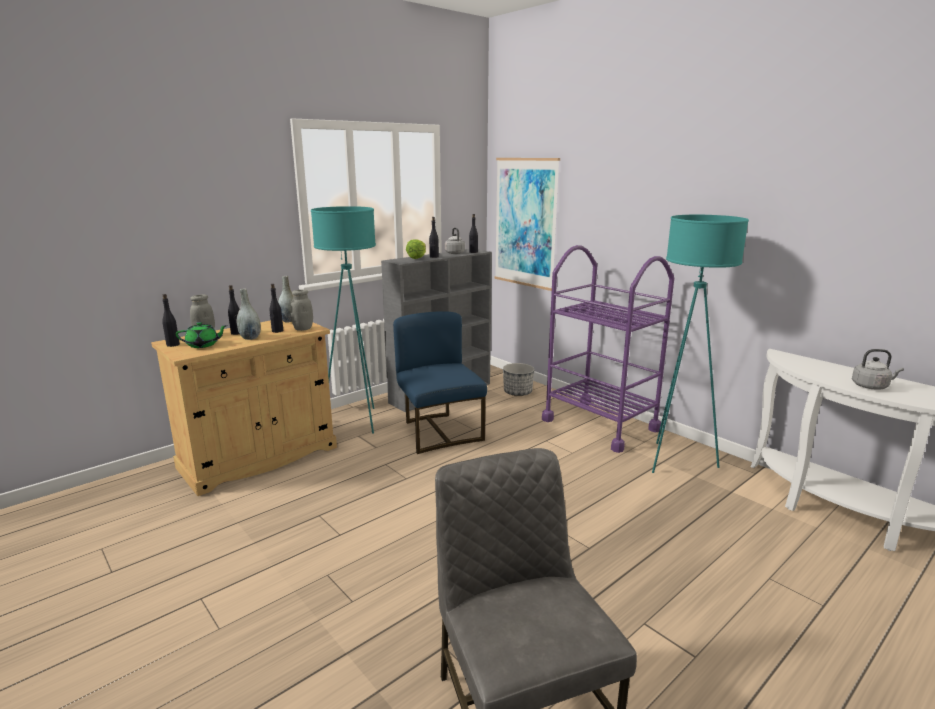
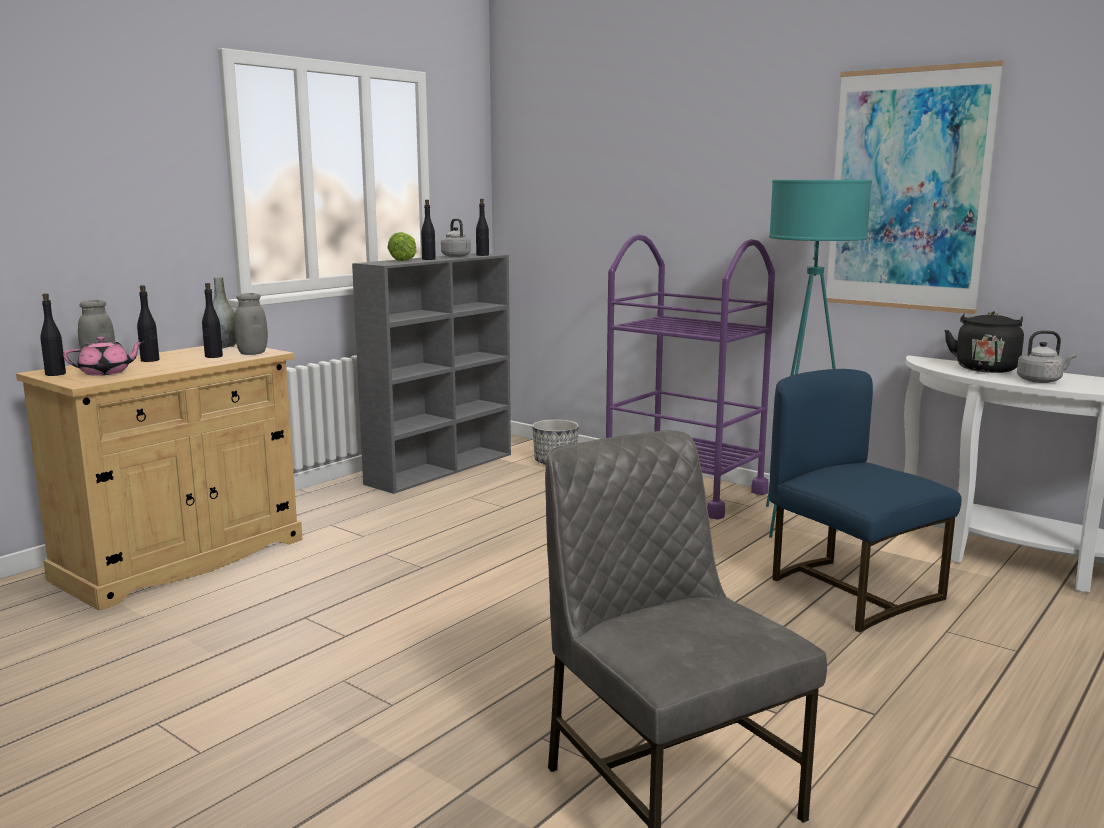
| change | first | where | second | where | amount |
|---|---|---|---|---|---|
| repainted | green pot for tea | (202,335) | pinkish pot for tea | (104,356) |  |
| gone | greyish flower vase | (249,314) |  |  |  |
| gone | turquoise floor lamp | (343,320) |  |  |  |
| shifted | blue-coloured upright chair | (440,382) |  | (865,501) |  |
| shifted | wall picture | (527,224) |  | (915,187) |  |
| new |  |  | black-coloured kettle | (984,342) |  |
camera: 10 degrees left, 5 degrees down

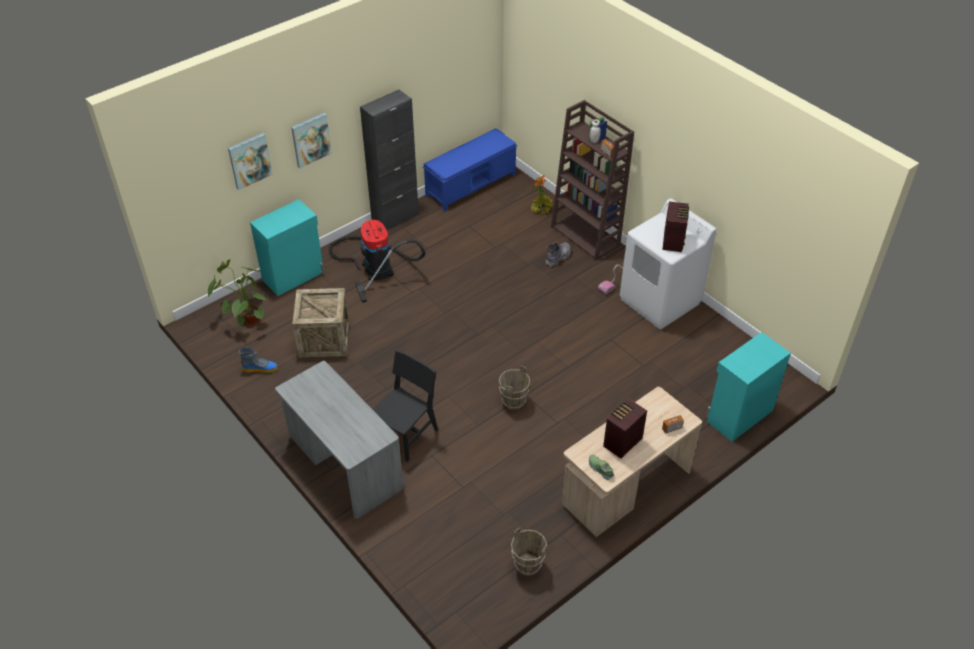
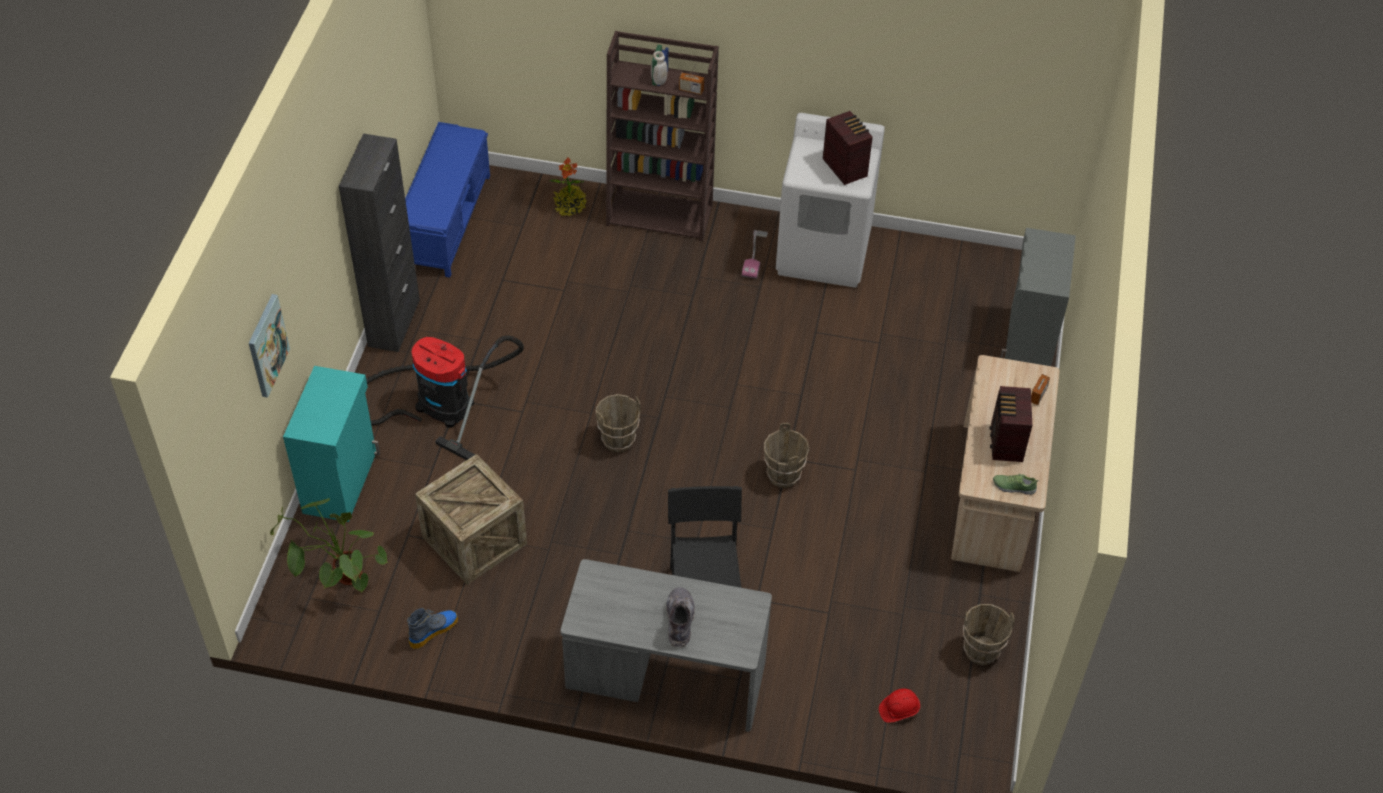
| change | first | where | second | where | amount |
|---|---|---|---|---|---|
| gone | wall picture | (311,140) |  |  |  |
| shifted | greyish boot | (558,254) |  | (680,617) |  |
| repainted | turquoise cupboard | (748,387) | greyish cupboard | (1038,297) |  |
| new |  |  | brown-coloured water bucket | (617,423) |  |
| new |  |  | red-coloured work helmet | (899,706) |  |
camera: 40 degrees left, 5 degrees up

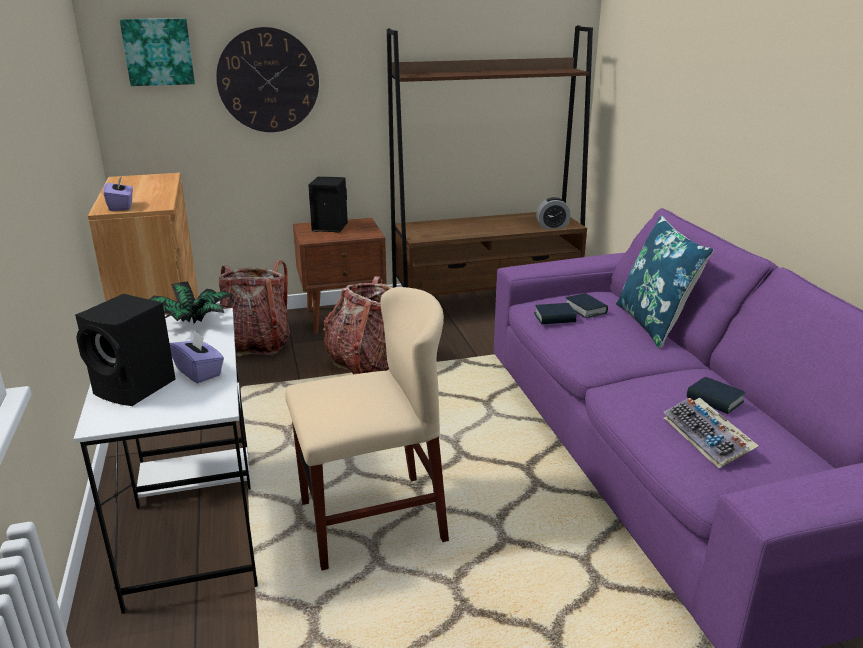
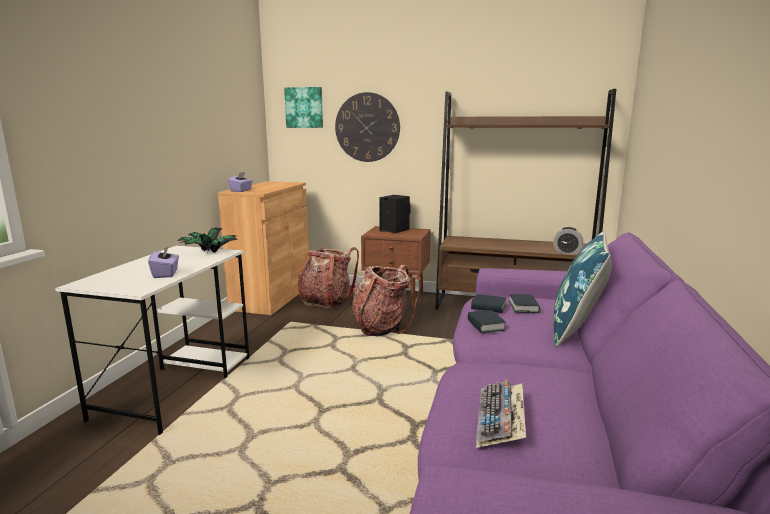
| change | first | where | second | where | amount |
|---|---|---|---|---|---|
| gone | black-coloured audio speaker | (125,350) |  |  |  |
| gone | beige upright chair | (367,428) |  |  |  |
| shifted | volume | (716,395) |  | (486,321) |  |
camera: 30 degrees right, 10 degrees down

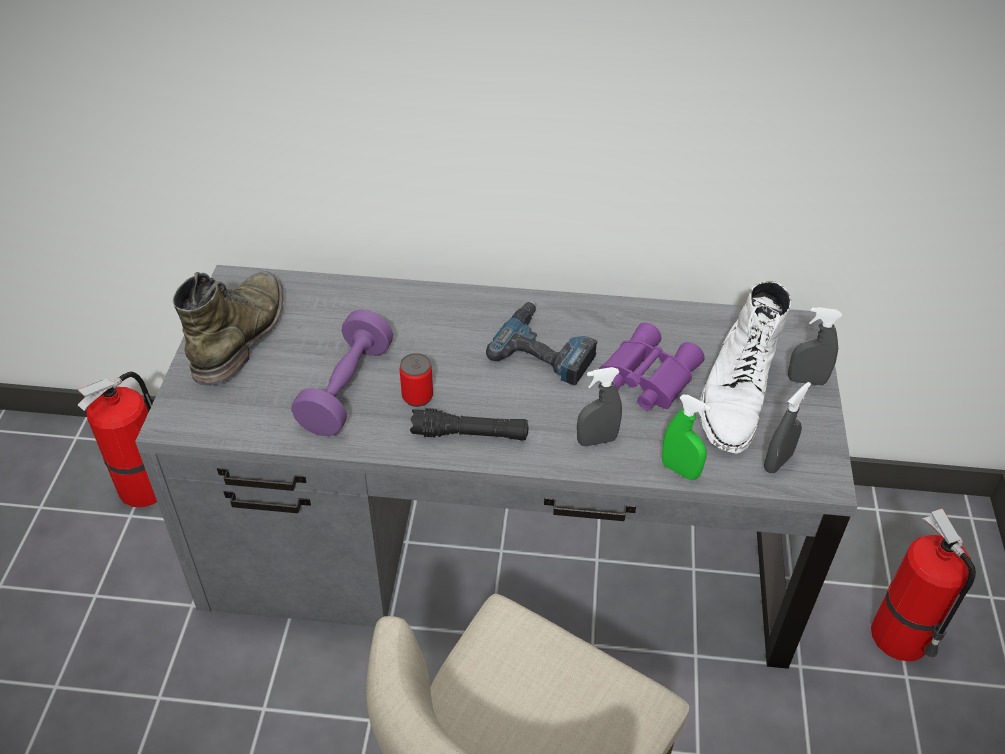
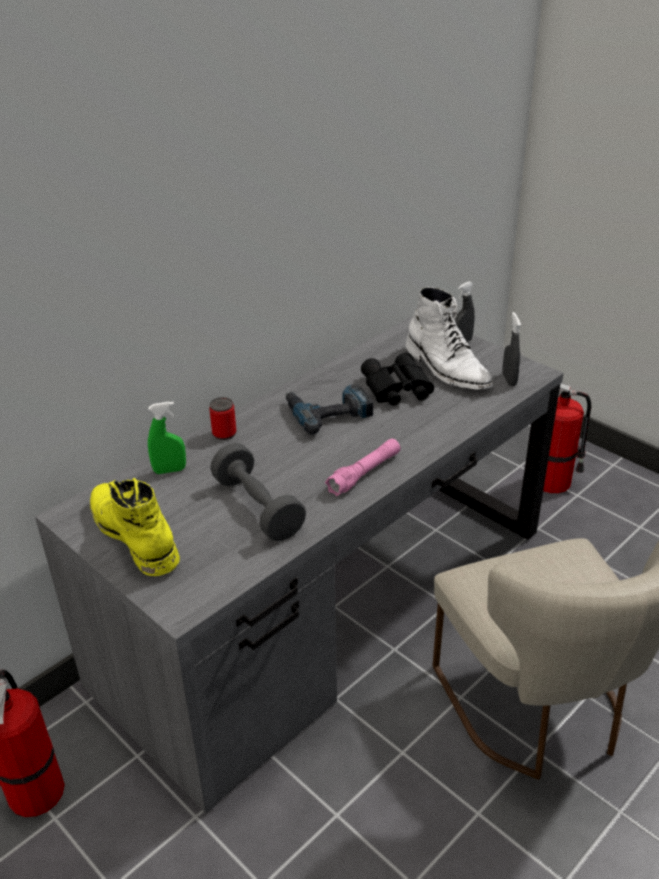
| change | first | where | second | where | amount |
|---|---|---|---|---|---|
| repainted | green boot | (228,329) | yellow boot | (135,527) |  |
| repainted | purple-coloured hand weight | (342,373) | greyish hand weight | (258,492) |  |
| shifted | can | (416,380) |  | (222,418) |  |
| repainted | black-coloured flashlight | (469,424) | pinkish flashlight | (362,467) |  |
| gone | greyish hand sprayer | (599,407) |  |  |  |
| repainted | purple-coloured pair of binoculars | (652,366) | black-coloured pair of binoculars | (397,379) |  |
| shifted | green hand sprayer | (687,437) |  | (167,438) |  |
camera: 50 degrees left, 10 degrees down

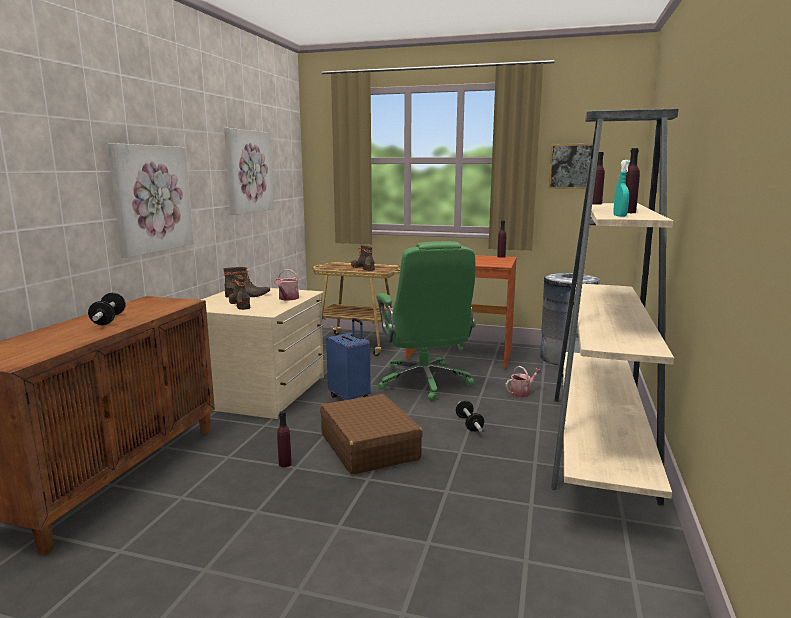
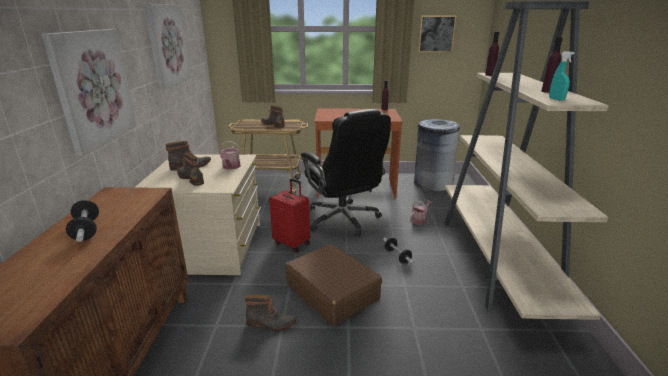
| change | first | where | second | where | amount |
|---|---|---|---|---|---|
| swapped | purple-coloured beverage bottle | (284,439) | boot | (270,312) |  |
| repainted | blue-coloured travel case | (348,359) | red-coloured travel case | (289,216) |  |
| repainted | green computer chair | (425,321) | black-coloured computer chair | (346,173) |  |
camera: 15 degrees left, 10 degrees up

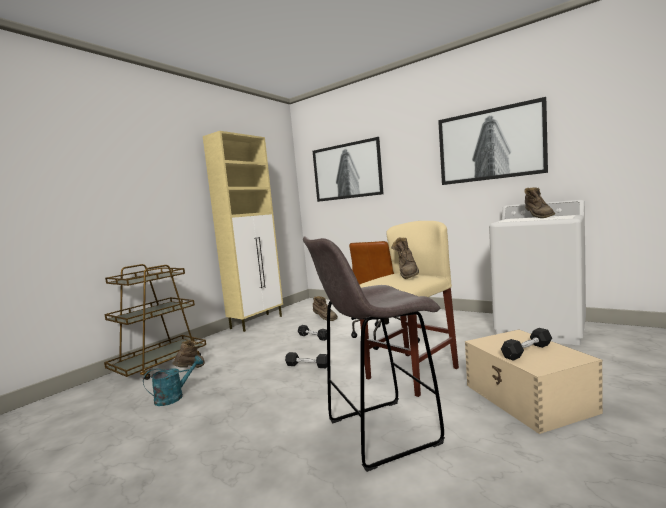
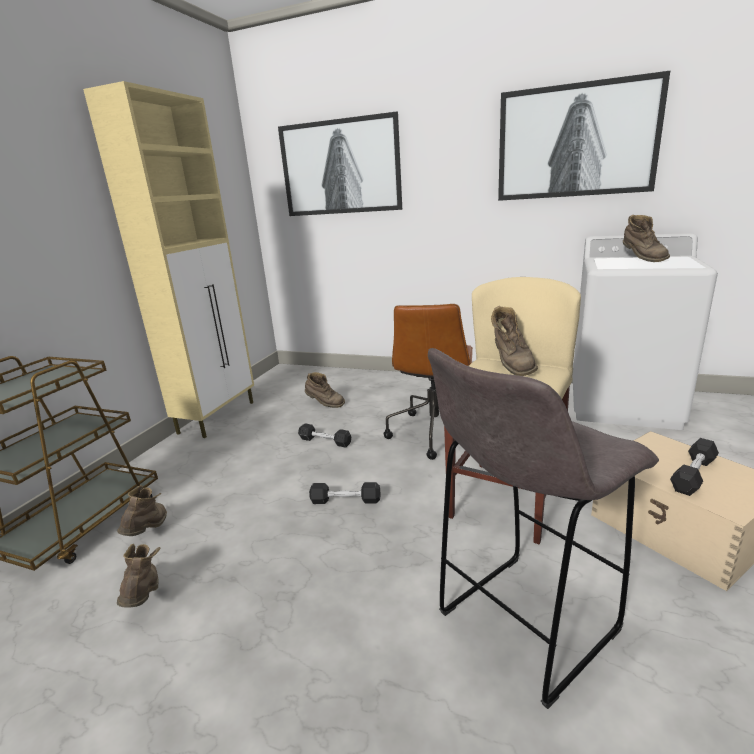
| change | first | where | second | where | amount |
|---|---|---|---|---|---|
| swapped | turquoise watering pot | (173,381) | brown-coloured boot | (138,575) |  |
camera: 15 degrees left, 15 degrees up

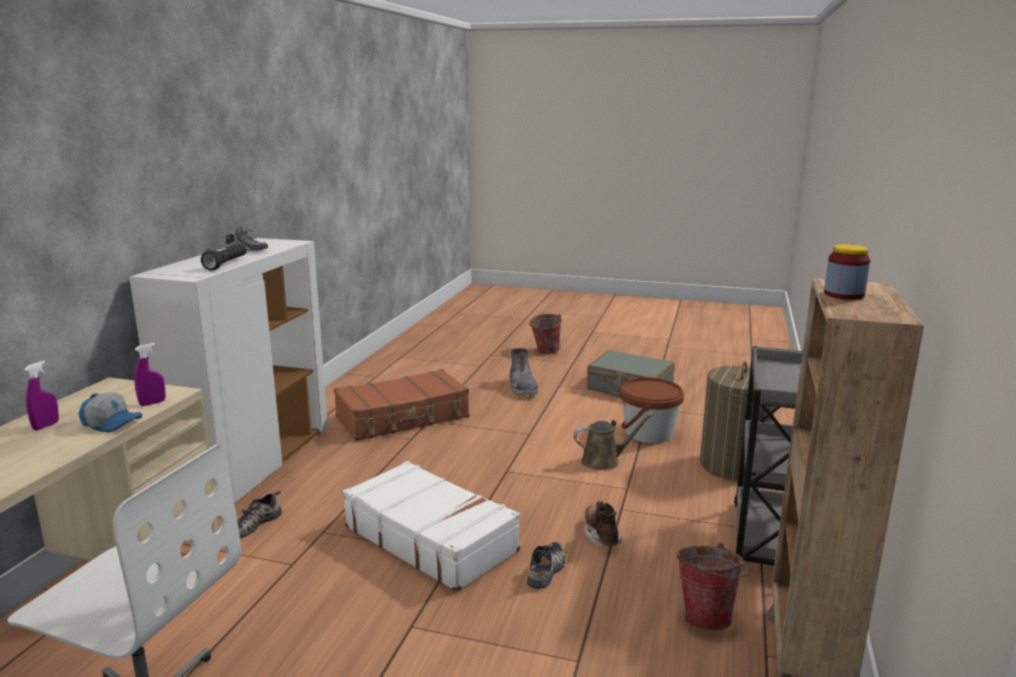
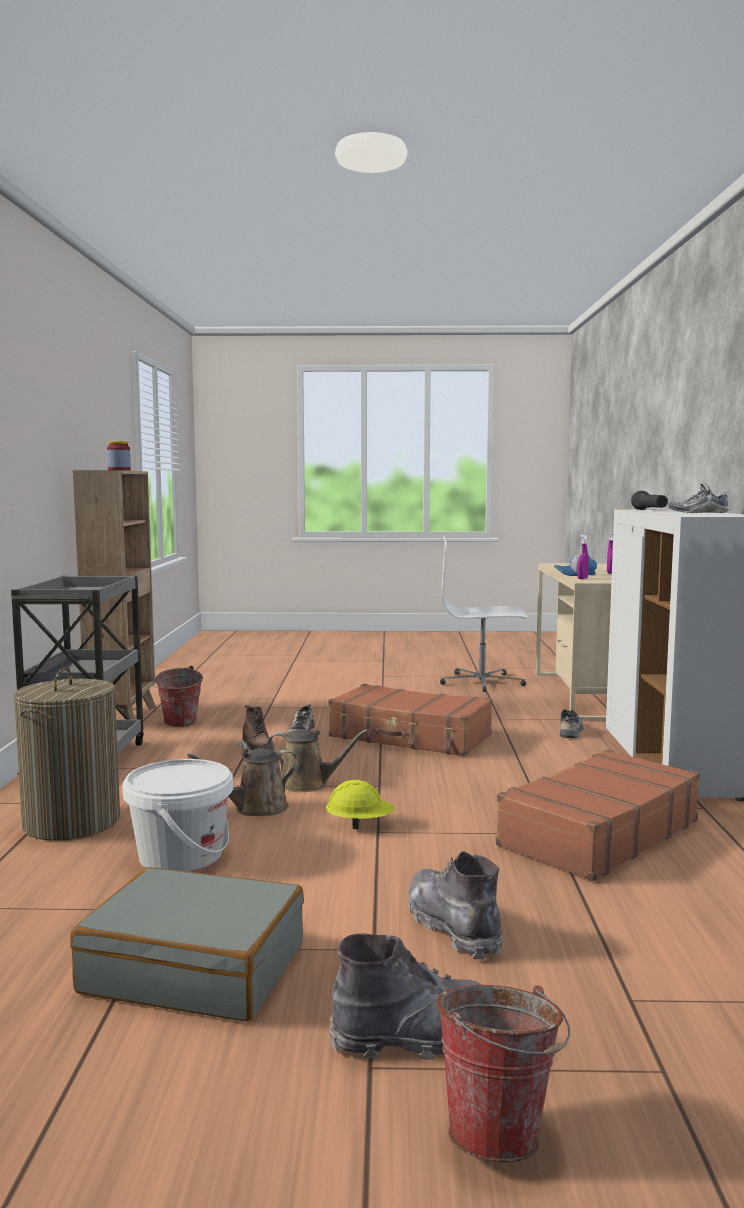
| change | first | where | second | where | amount |
|---|---|---|---|---|---|
| repainted | white-coloured travel case | (431,526) | brown-coloured travel case | (410,720) |  |
| repainted | brown-coloured water bucket | (652,410) | white-coloured water bucket | (177,815) |  |
| new |  |  | brown-coloured watering pot | (318,760) |  |
| new |  |  | yellow work helmet | (360,804) |  |
| new |  |  | greyish boot | (405,996) |  |
camera: 165 degrees right, 10 degrees down

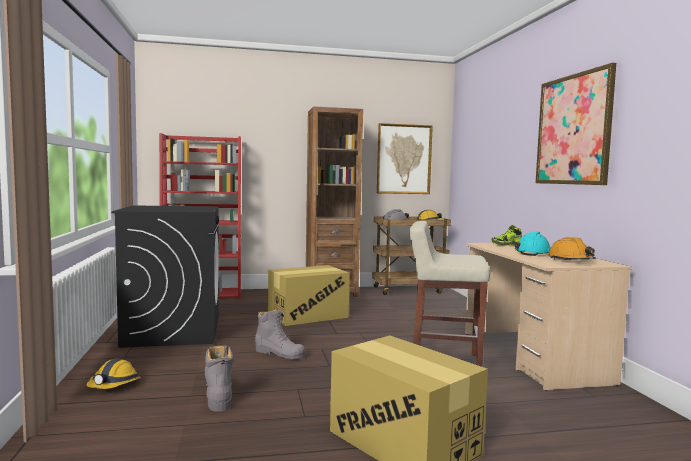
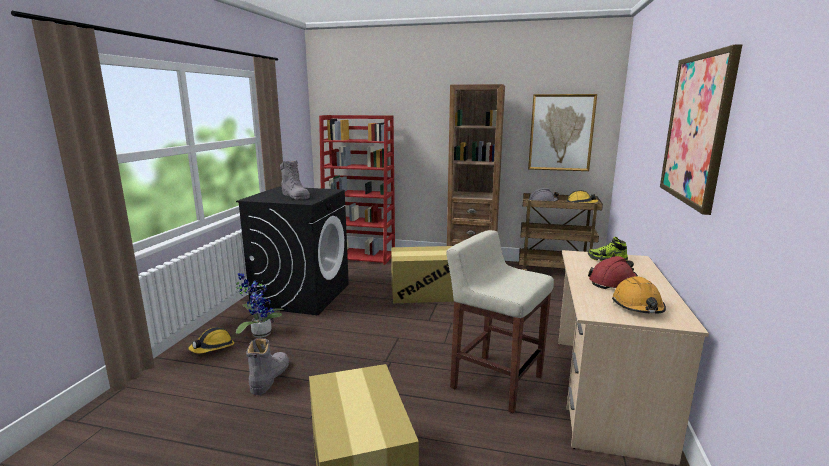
| change | first | where | second | where | amount |
|---|---|---|---|---|---|
| shifted | greyish boot | (280,334) |  | (295,180) |  |
| repainted | turquoise work helmet | (533,243) | red-coloured work helmet | (613,272) |  |
| new |  |  | potted plant | (260,305) |  |
camera: 25 degrees right, 10 degrees up

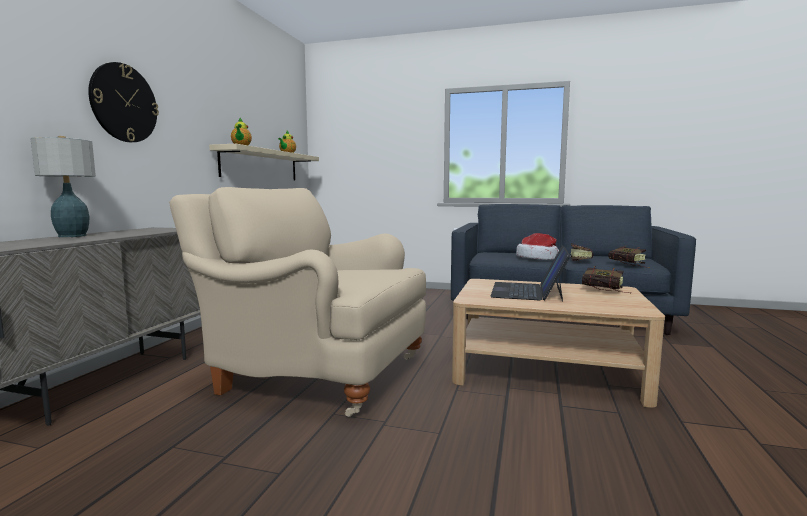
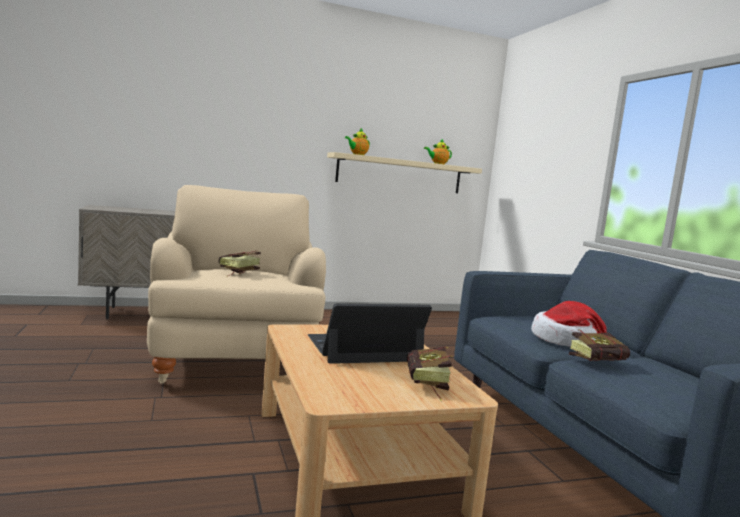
| change | first | where | second | where | amount |
|---|---|---|---|---|---|
| gone | table lamp | (63,186) |  |  |  |
| gone | hanging clock | (123,102) |  |  |  |
| shifted | volume | (628,257) |  | (240,264) |  |
camera: 55 degrees right, 0 degrees up

